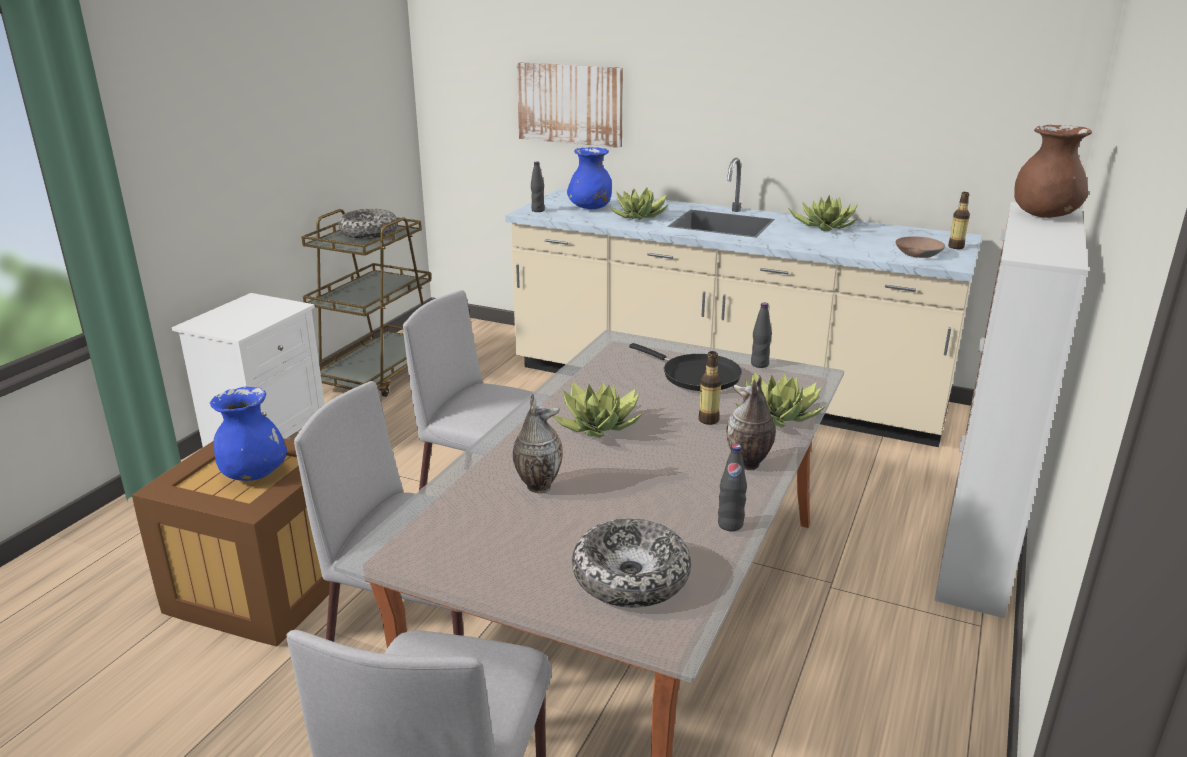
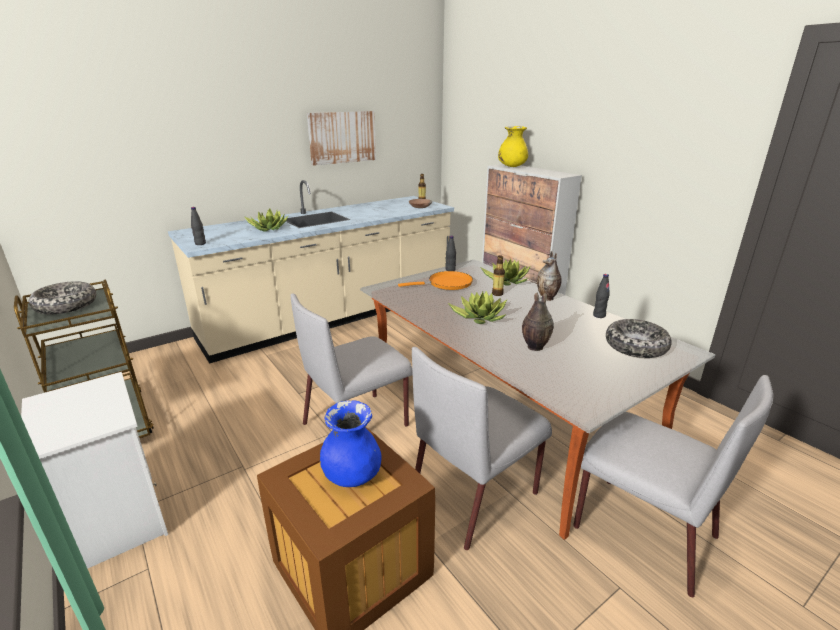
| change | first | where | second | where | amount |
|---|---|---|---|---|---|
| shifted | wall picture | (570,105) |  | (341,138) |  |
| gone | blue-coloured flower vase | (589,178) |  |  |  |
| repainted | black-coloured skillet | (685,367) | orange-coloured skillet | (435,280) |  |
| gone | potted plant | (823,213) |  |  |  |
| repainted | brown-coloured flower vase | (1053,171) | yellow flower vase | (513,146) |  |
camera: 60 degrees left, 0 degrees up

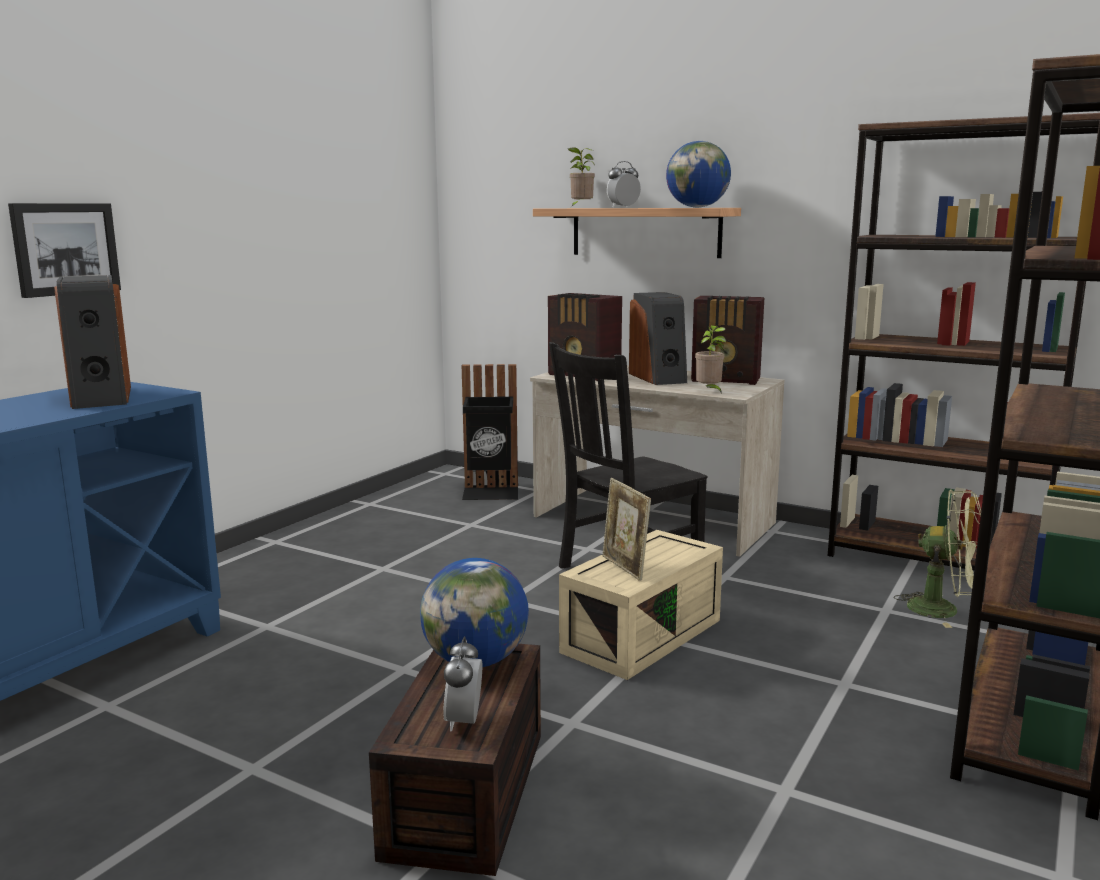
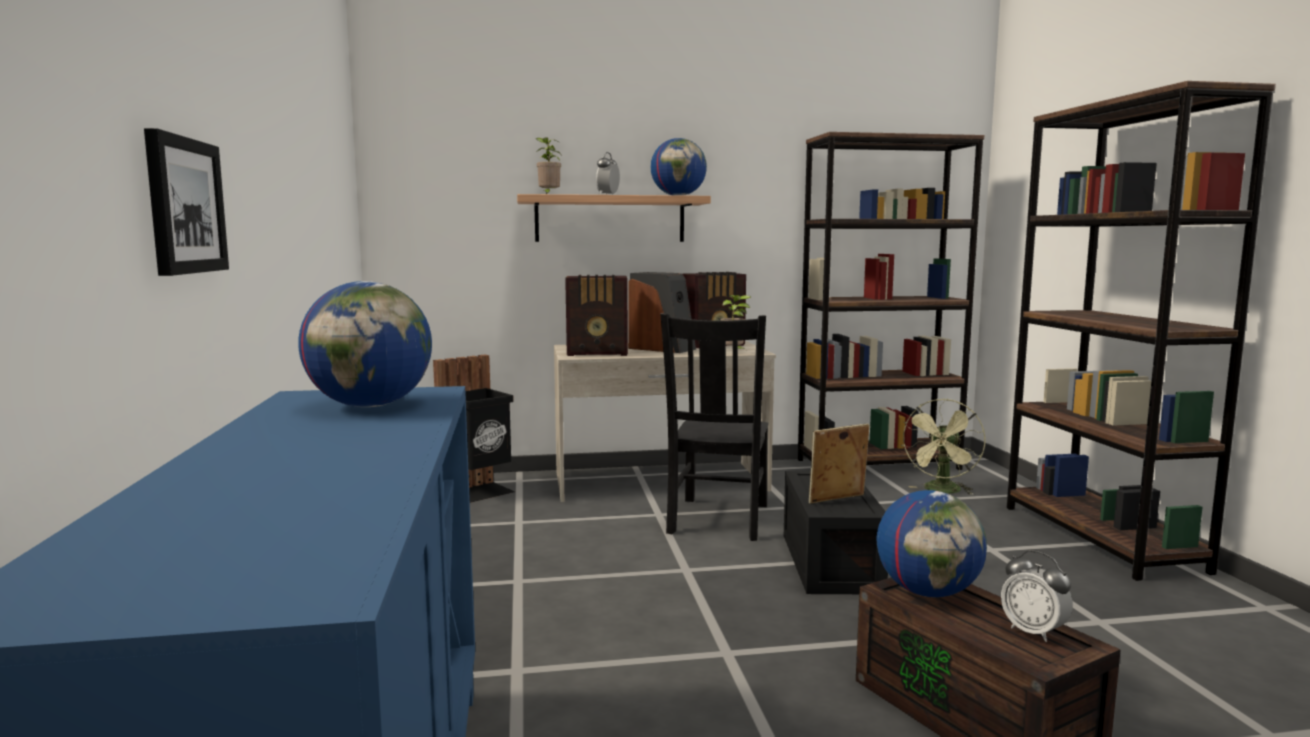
| change | first | where | second | where | amount |
|---|---|---|---|---|---|
| swapped | audio speaker | (92,342) | desk globe | (365,344) |  |
| repainted | beige storage container | (641,605) | black-coloured storage container | (836,532) |  |
| rotated | standing frame | (626,529) |  | (839,464) | 135 degrees clockwise |
| rotated | green cooling fan | (937,558) |  | (943,447) | 135 degrees clockwise |
camera: 40 degrees left, 5 degrees down

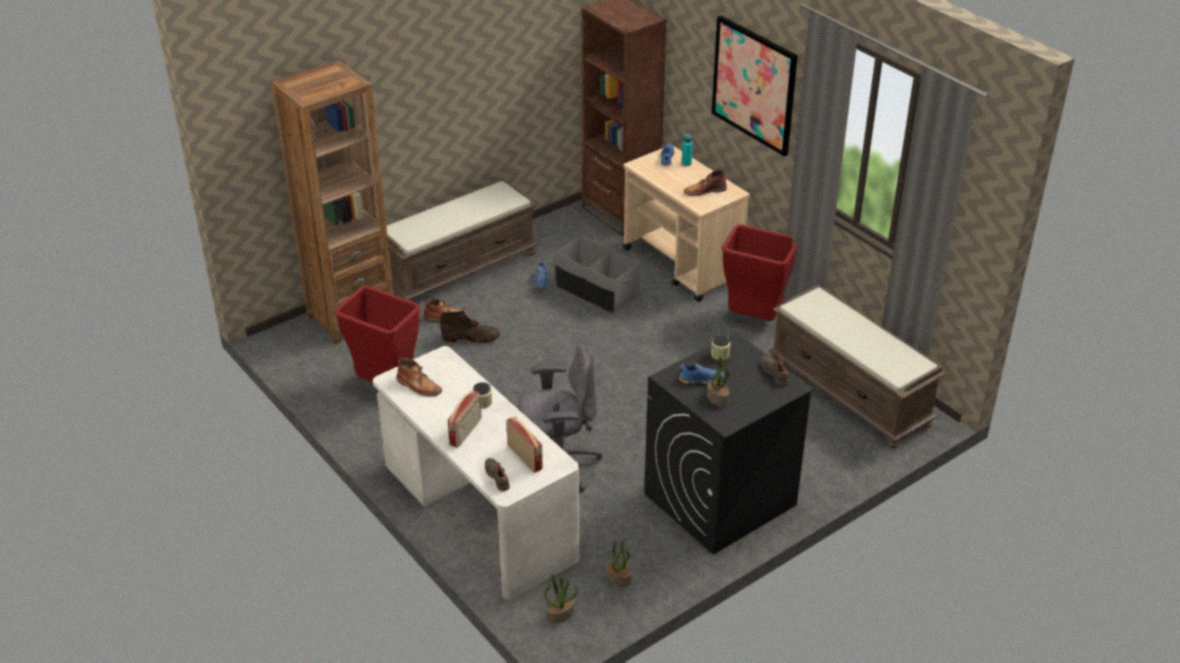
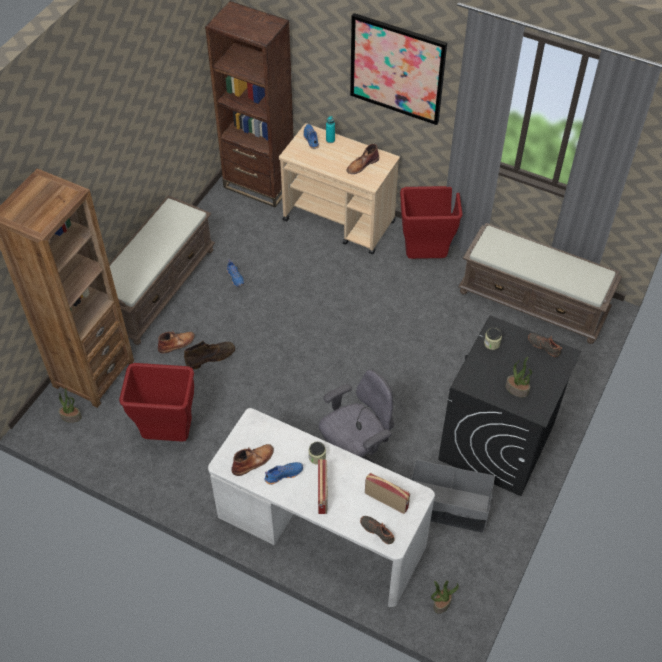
| change | first | where | second | where | amount |
|---|---|---|---|---|---|
| rotated | brown-coloured boot | (419,377) |  | (252,460) | 45 degrees counterclockwise |
| shifted | greyish storage container | (597,274) |  | (452,496) |  |
| shifted | potted plant | (618,562) |  | (70,405) |  |
| shifted | blue-coloured shoe | (701,373) |  | (284,473) |  |
camera: 25 degrees left, 15 degrees up

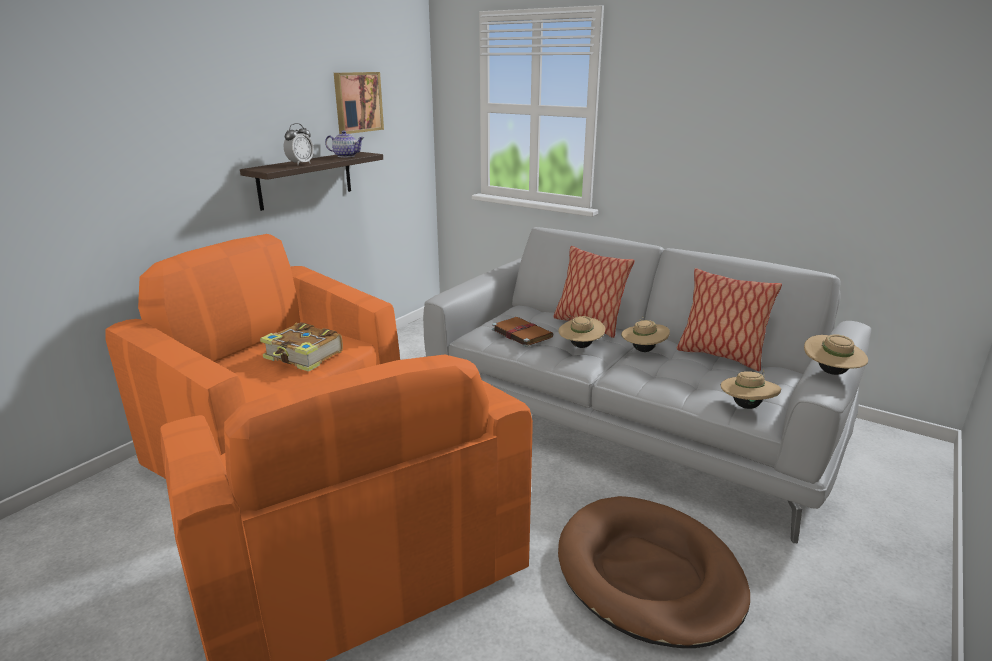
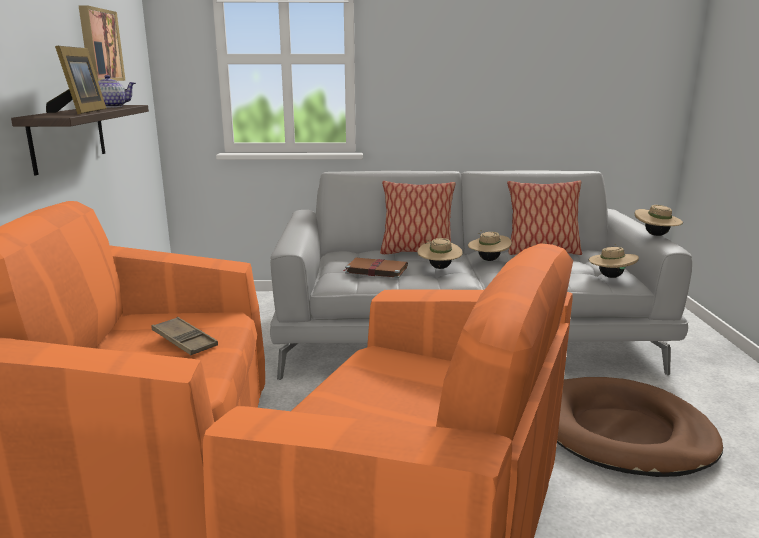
| change | first | where | second | where | amount |
|---|---|---|---|---|---|
| swapped | volume | (301,347) | brown-coloured serving tray | (184,336) |  |
| swapped | alarm clock | (299,144) | standing frame | (76,80) |  |
camera: 35 degrees left, 5 degrees down

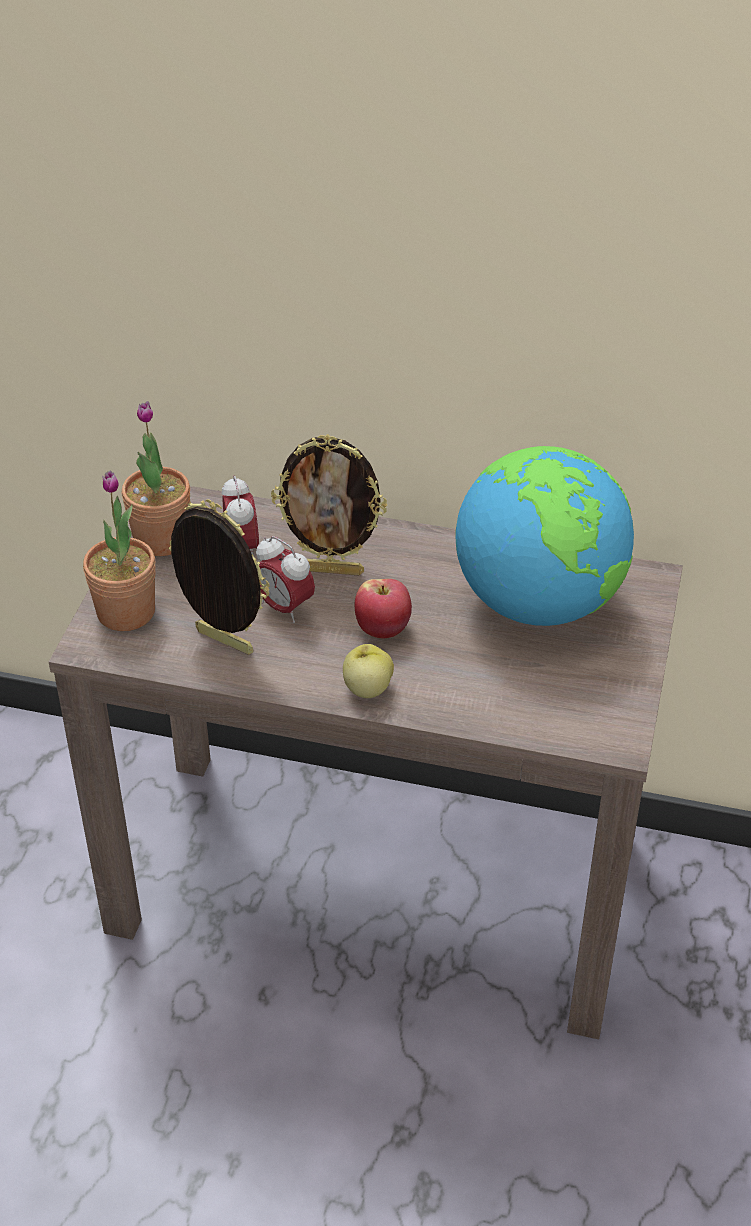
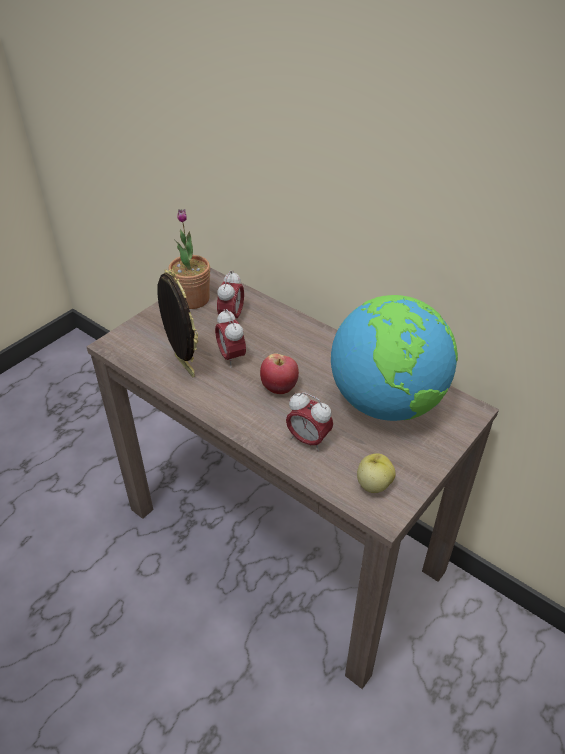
| change | first | where | second | where | amount |
|---|---|---|---|---|---|
| gone | potted plant | (119,551) |  |  |  |
| gone | standing frame | (329,504) |  |  |  |
| shifted | whole apple | (368,671) |  | (376,473) |  |
| new |  |  | alarm clock | (309,422) |  |
camera: 25 degrees right, 0 degrees up

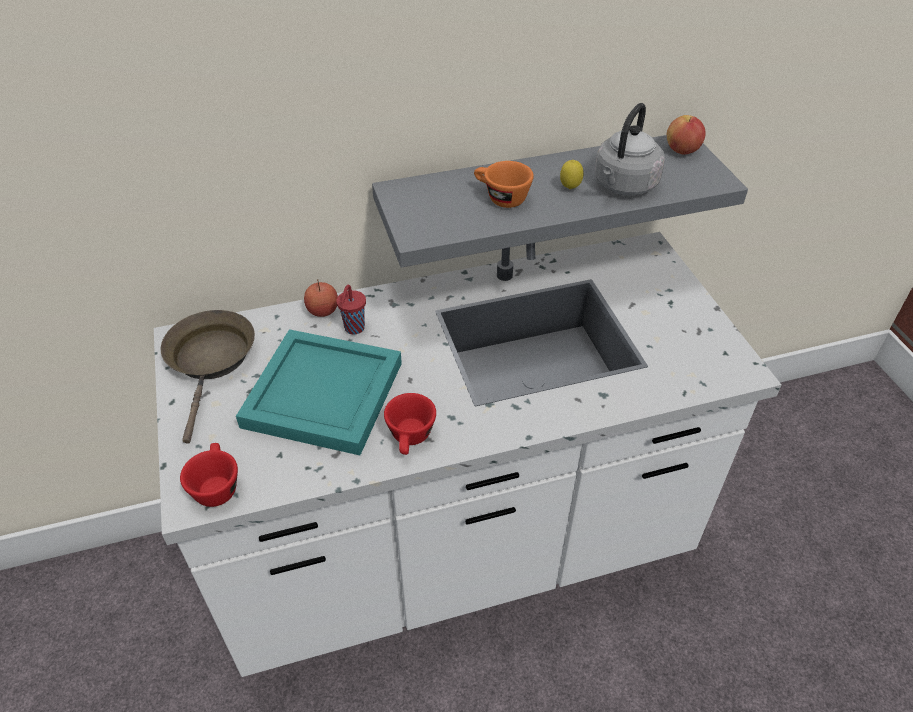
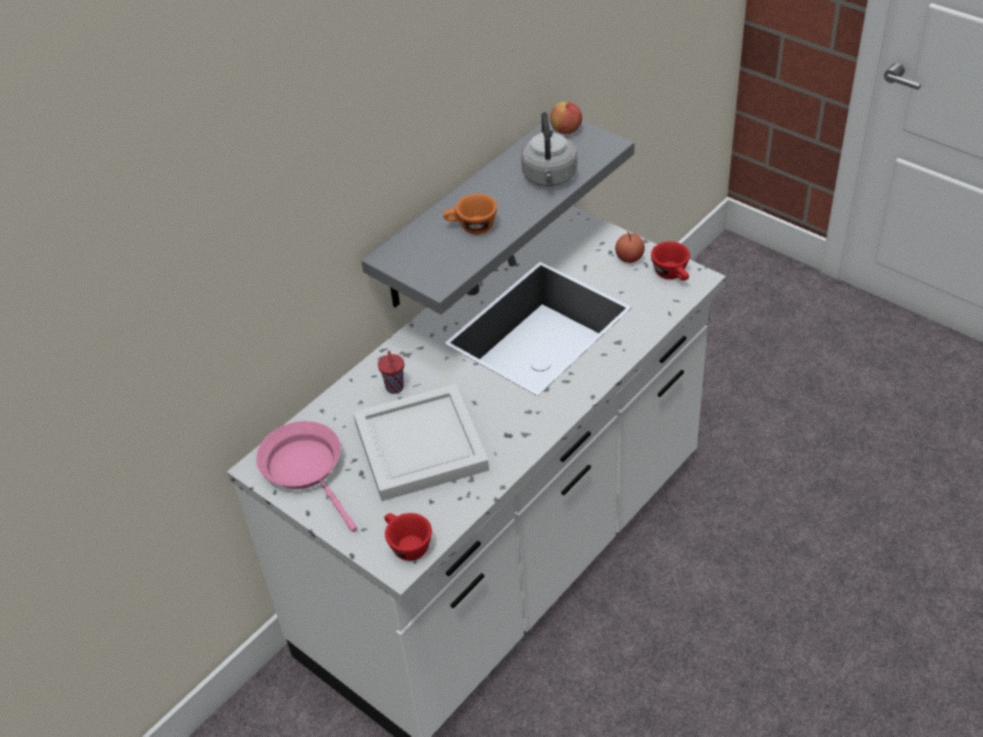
| change | first | where | second | where | amount |
|---|---|---|---|---|---|
| repainted | brown-coloured skillet | (208,377) | pinkish skillet | (306,476) |  |
| repainted | turquoise serving tray | (319,392) | white-coloured serving tray | (421,442) |  |
| shifted | whole apple | (321,298) |  | (630,247) |  |
| shifted | red-coloured small cup | (410,424) |  | (670,260) |  |
| gone | whole lemon | (571,174) |  |  |  |
camera: 30 degrees left, 0 degrees up

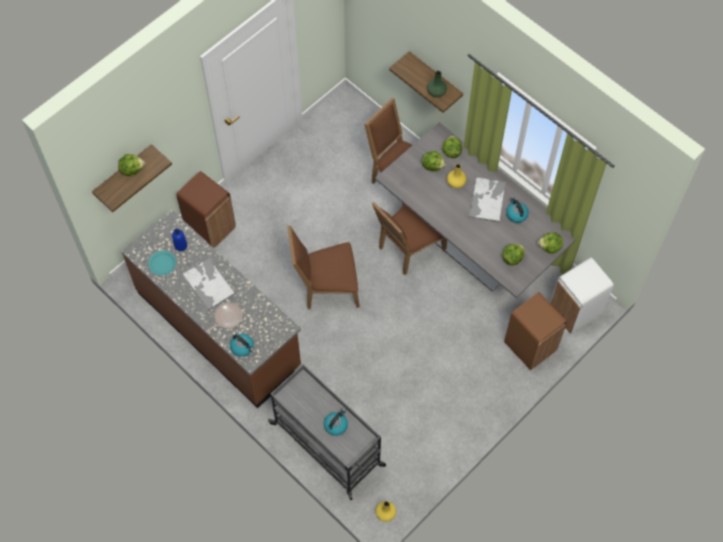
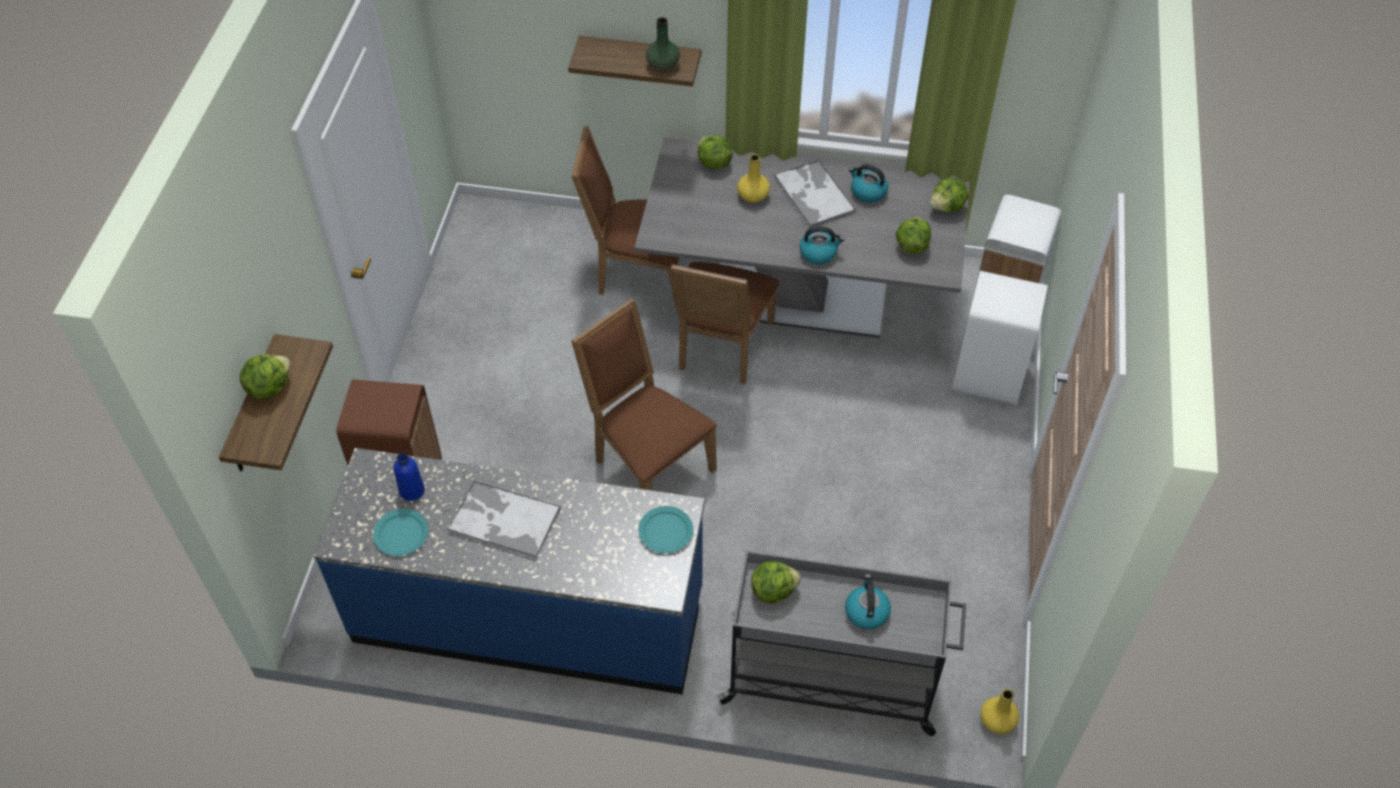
| change | first | where | second | where | amount |
|---|---|---|---|---|---|
| repainted | brown-coloured kitchen base unit | (211,309) | blue-coloured kitchen base unit | (509,571) |  |
| gone | skillet | (224,318) |  |  |  |
| shifted | kettle | (242,345) |  | (822,245) |  |
| rotated | brown-coloured upright chair | (324,267) |  | (644,394) | 90 degrees clockwise |
| shifted | lettuce head | (434,161) |  | (776,582) |  |
| repainted | brown-coloured waste bin | (535,331) | white-coloured waste bin | (1000,338) |  |
| new |  |  | turquoise plate | (665,529) |  |
camera: 35 degrees left, 10 degrees down

